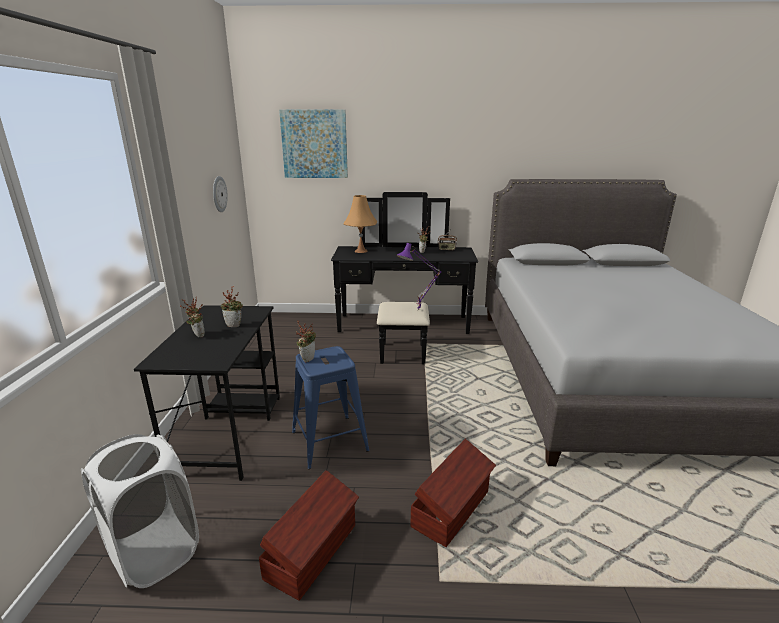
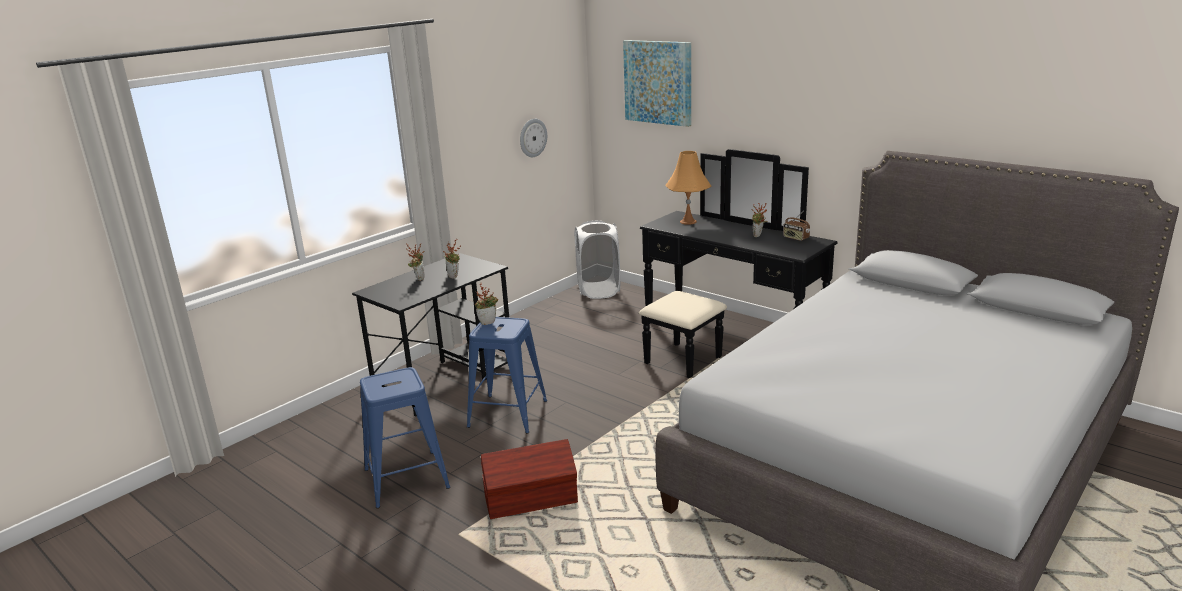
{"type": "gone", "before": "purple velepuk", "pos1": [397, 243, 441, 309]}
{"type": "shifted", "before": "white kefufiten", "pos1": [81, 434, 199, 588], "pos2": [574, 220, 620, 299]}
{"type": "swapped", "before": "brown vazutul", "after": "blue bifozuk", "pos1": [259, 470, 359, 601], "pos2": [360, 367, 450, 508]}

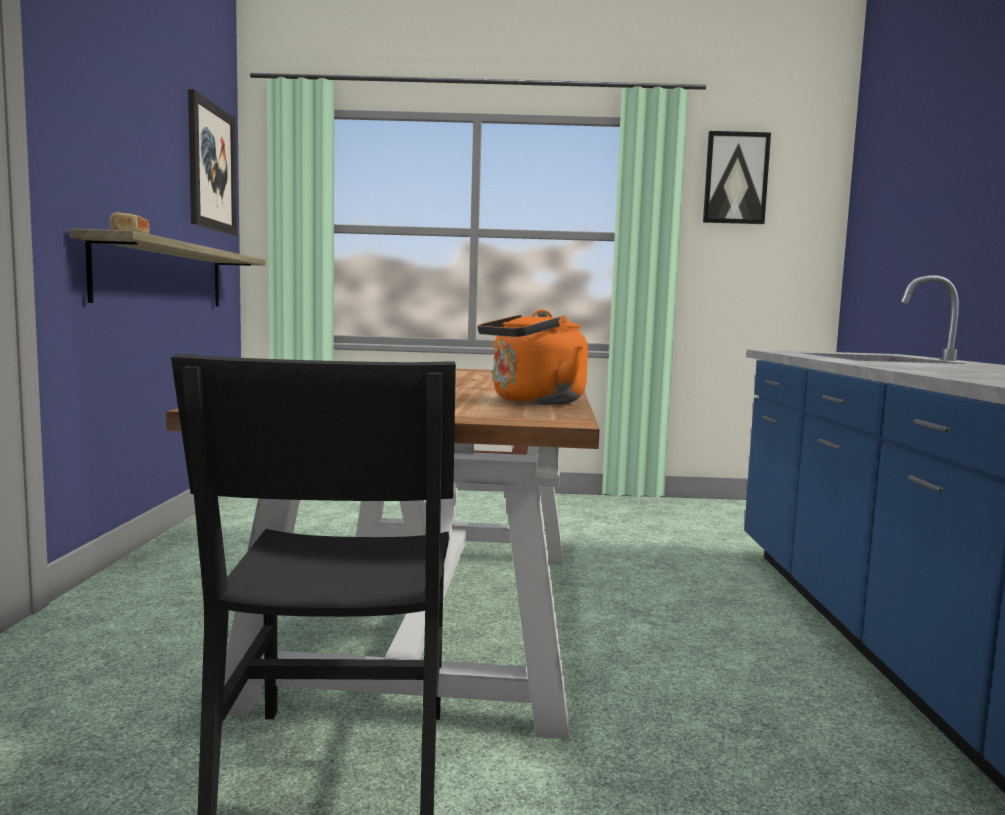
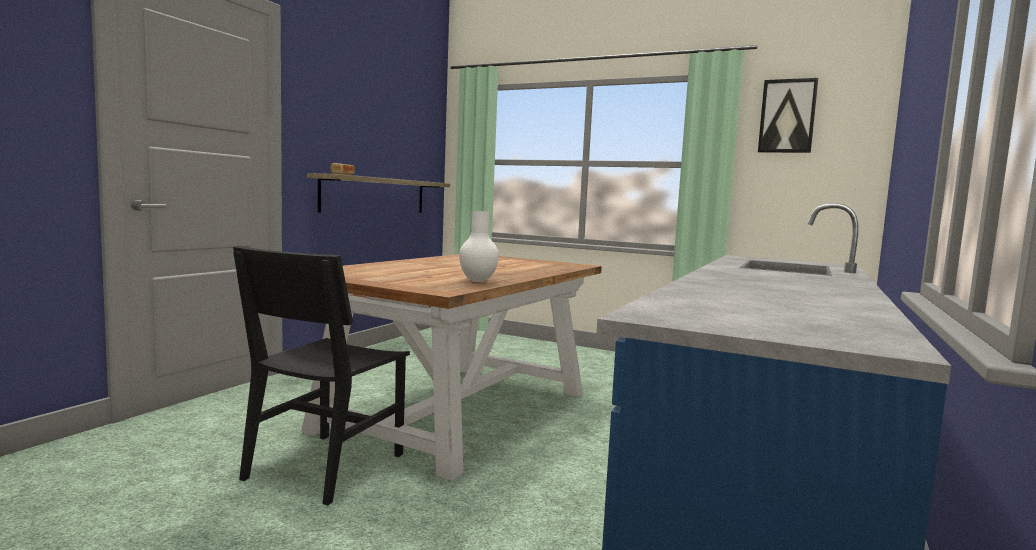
{"type": "gone", "before": "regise", "pos1": [188, 89, 237, 235]}
{"type": "swapped", "before": "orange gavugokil", "after": "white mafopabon", "pos1": [478, 309, 588, 404], "pos2": [459, 211, 499, 282]}

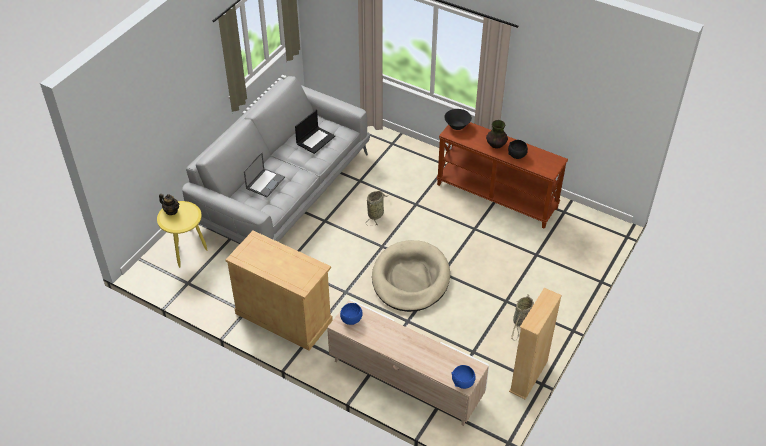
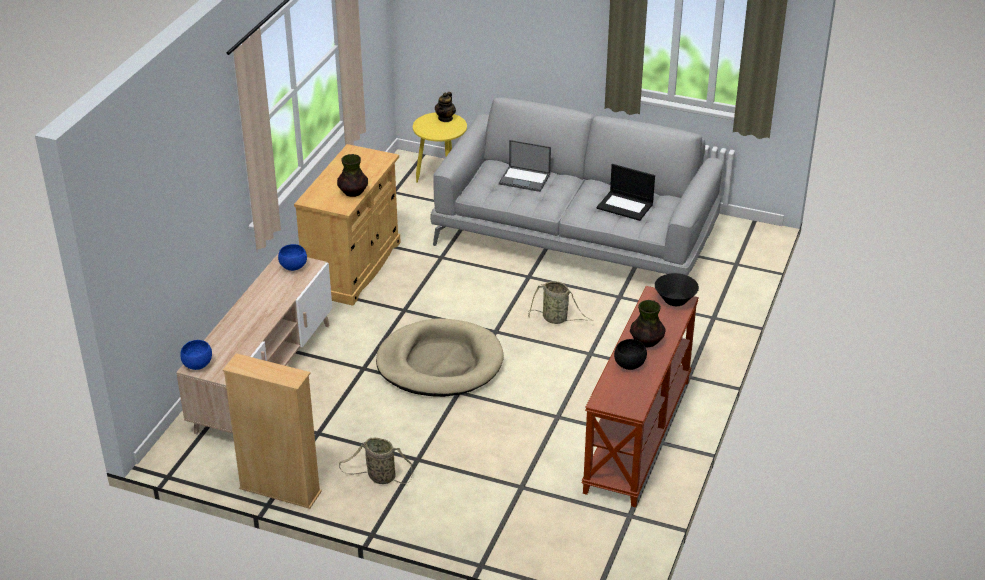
{"type": "new", "after": "mafopabon", "pos2": [337, 154, 368, 197]}

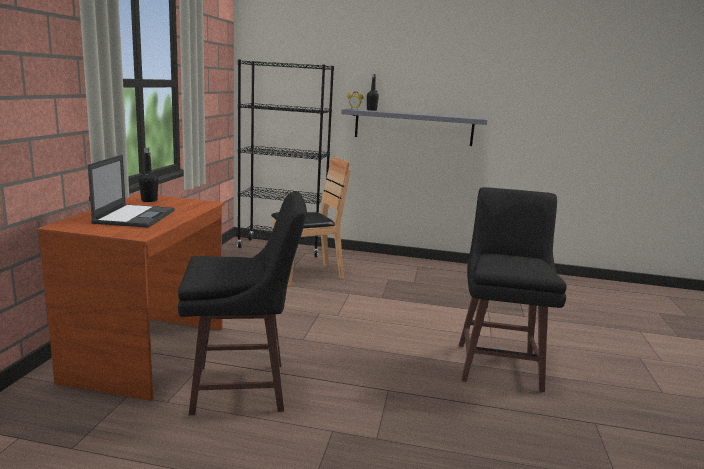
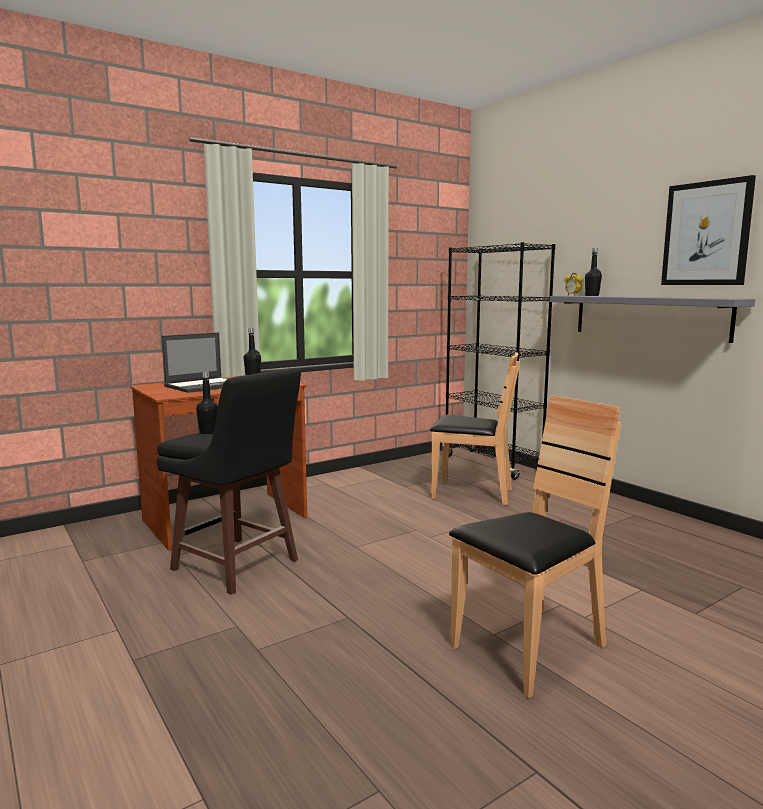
{"type": "swapped", "before": "black bifozuk", "after": "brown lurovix", "pos1": [459, 187, 567, 392], "pos2": [449, 395, 621, 699]}
{"type": "new", "after": "regise", "pos2": [661, 175, 756, 285]}
{"type": "new", "after": "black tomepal", "pos2": [196, 371, 218, 434]}

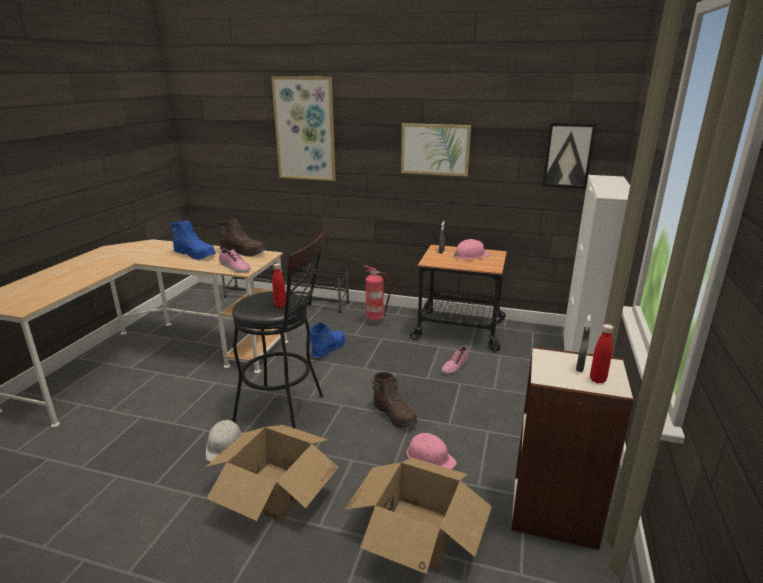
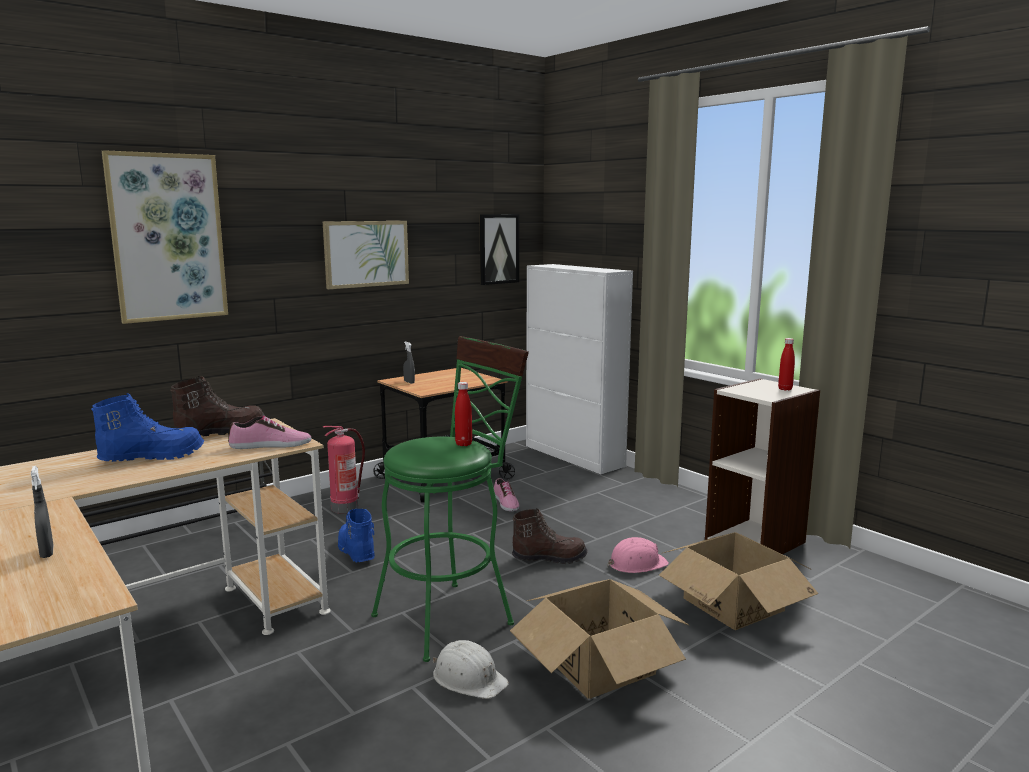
{"type": "repainted", "before": "black bifozuk", "after": "green bifozuk", "pos1": [232, 231, 326, 429], "pos2": [371, 336, 529, 662]}
{"type": "gone", "before": "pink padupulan", "pos1": [454, 239, 490, 259]}
{"type": "shifted", "before": "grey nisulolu", "pos1": [576, 315, 591, 372], "pos2": [31, 466, 54, 558]}

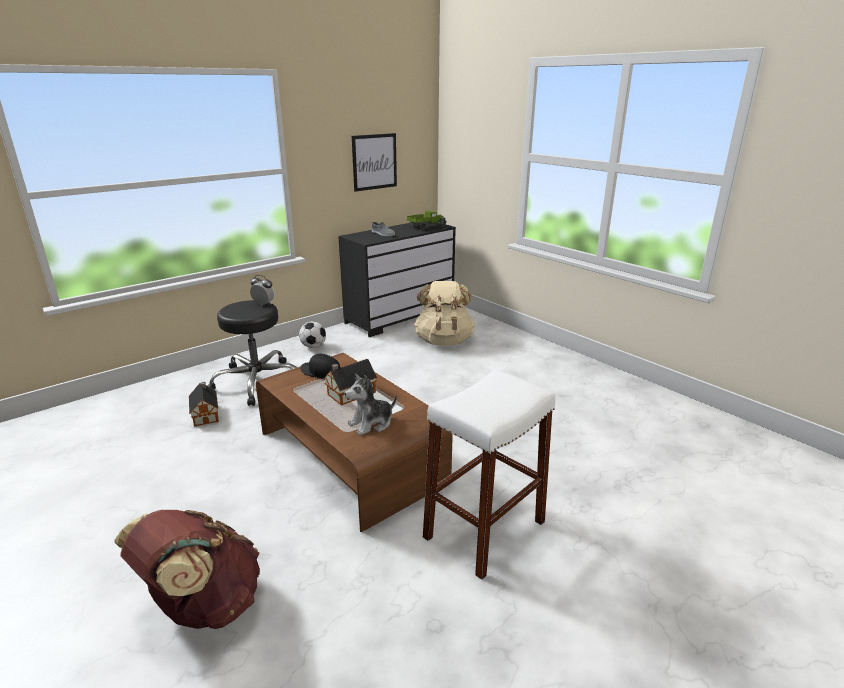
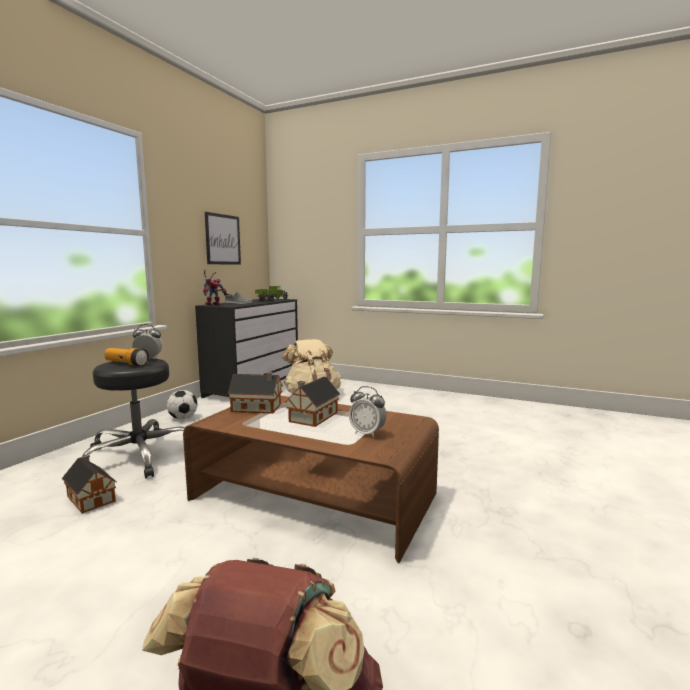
{"type": "swapped", "before": "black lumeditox", "after": "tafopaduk", "pos1": [300, 354, 341, 379], "pos2": [228, 372, 283, 413]}
{"type": "gone", "before": "white bifozuk", "pos1": [423, 370, 555, 580]}
{"type": "swapped", "before": "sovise", "after": "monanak", "pos1": [345, 374, 397, 436], "pos2": [349, 386, 387, 438]}
{"type": "new", "after": "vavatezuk", "pos2": [203, 270, 227, 305]}
{"type": "new", "after": "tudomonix", "pos2": [105, 348, 149, 366]}

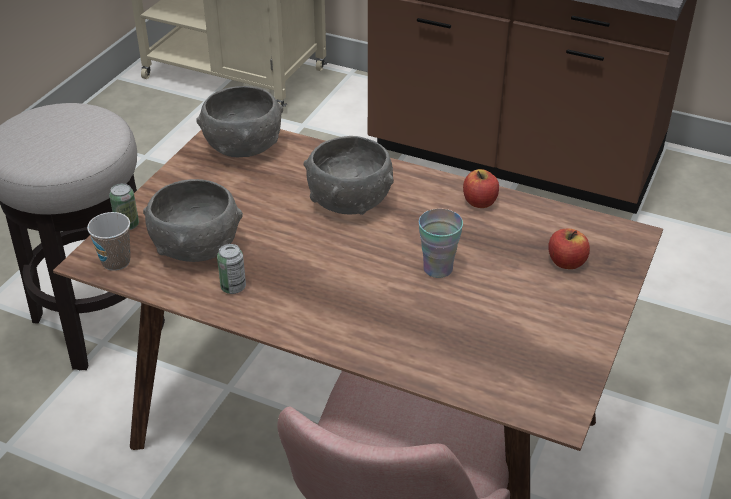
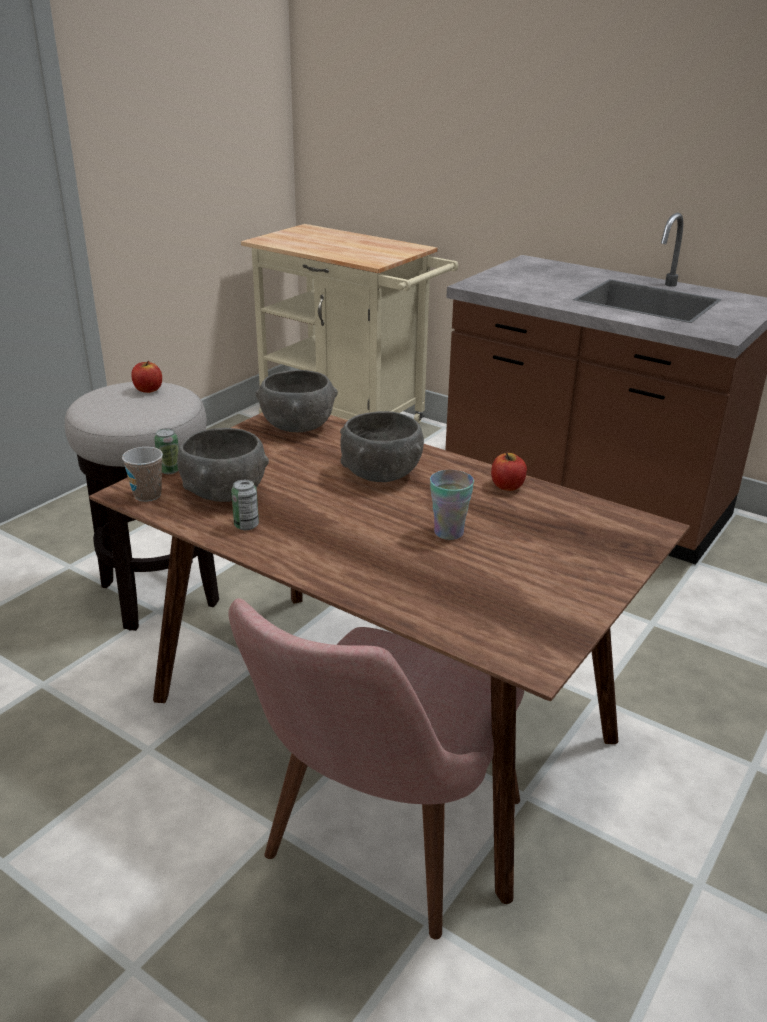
{"type": "shifted", "before": "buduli", "pos1": [548, 229, 590, 269], "pos2": [131, 361, 162, 393]}

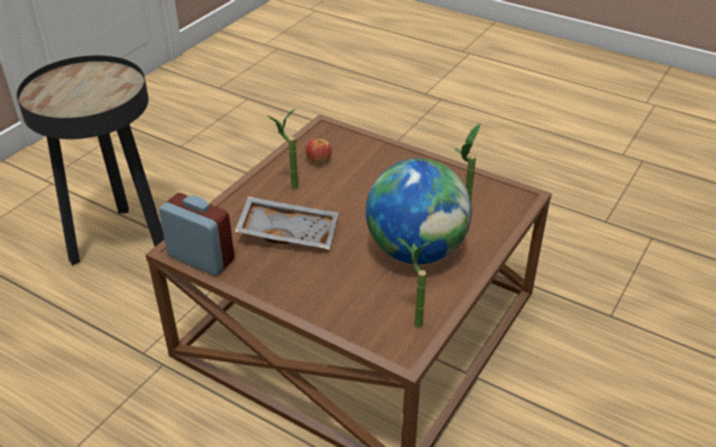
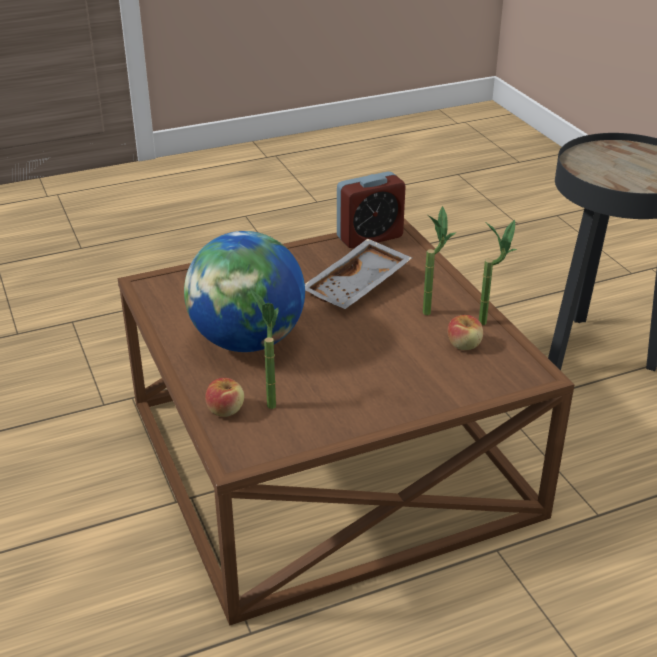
{"type": "shifted", "before": "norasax", "pos1": [396, 237, 430, 328], "pos2": [479, 220, 517, 325]}
{"type": "new", "after": "buduli", "pos2": [205, 378, 244, 417]}

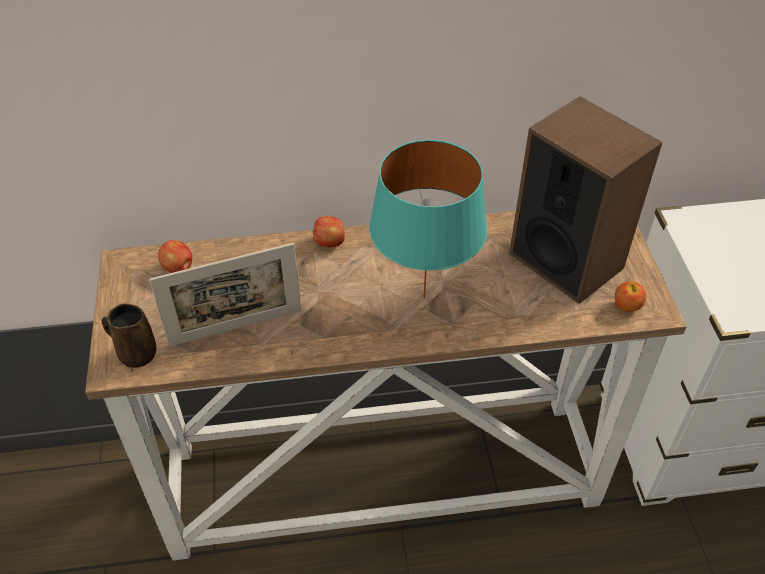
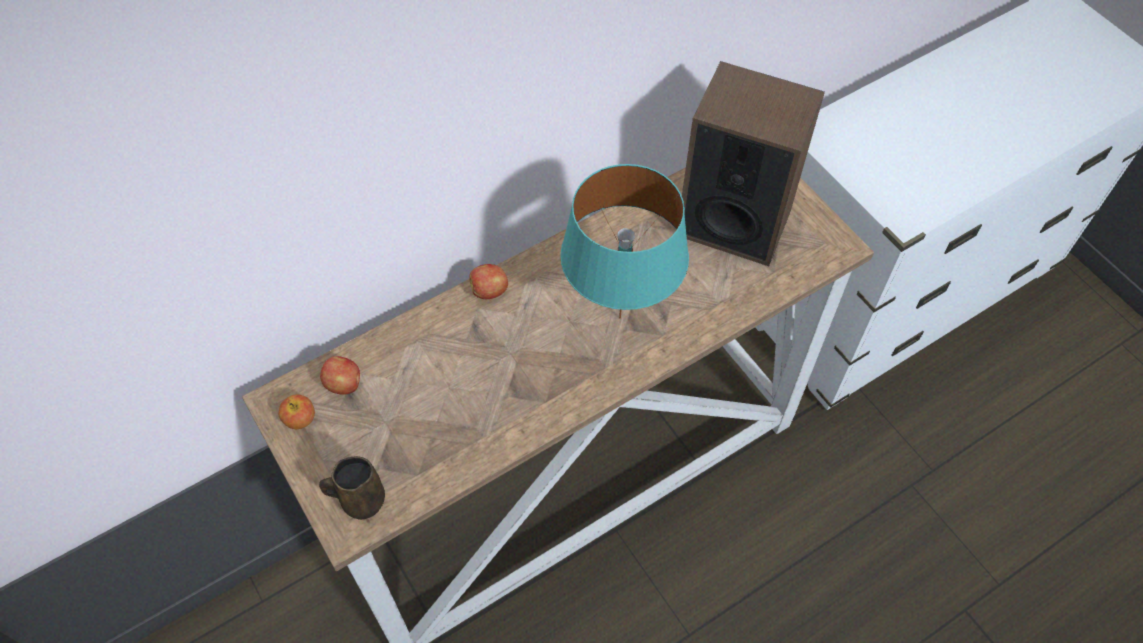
{"type": "gone", "before": "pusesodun", "pos1": [149, 243, 302, 346]}
{"type": "shifted", "before": "buduli", "pos1": [615, 281, 646, 312], "pos2": [278, 394, 315, 429]}

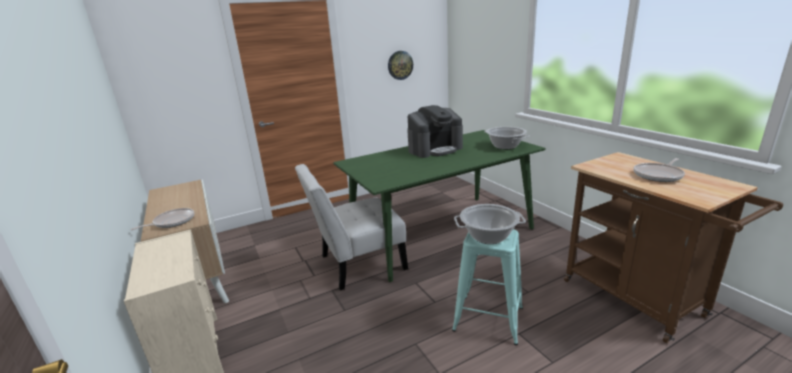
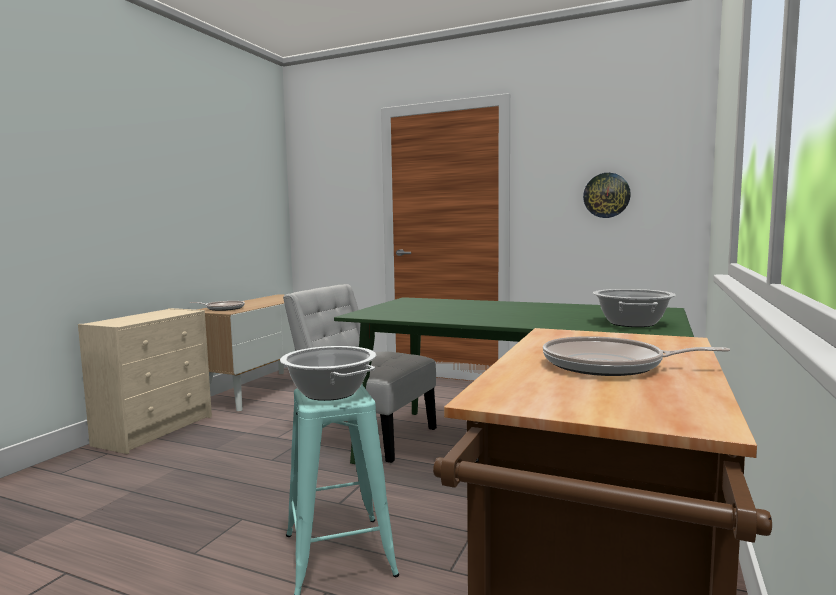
{"type": "gone", "before": "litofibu", "pos1": [407, 105, 463, 158]}

